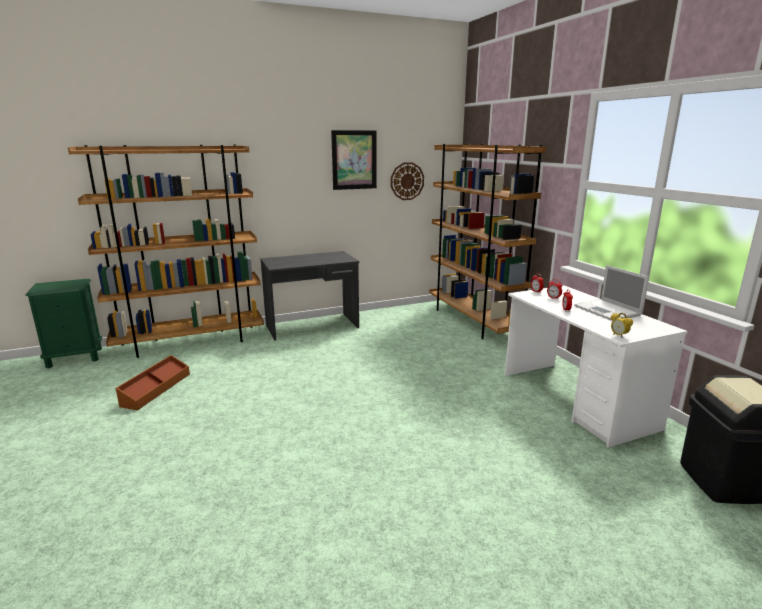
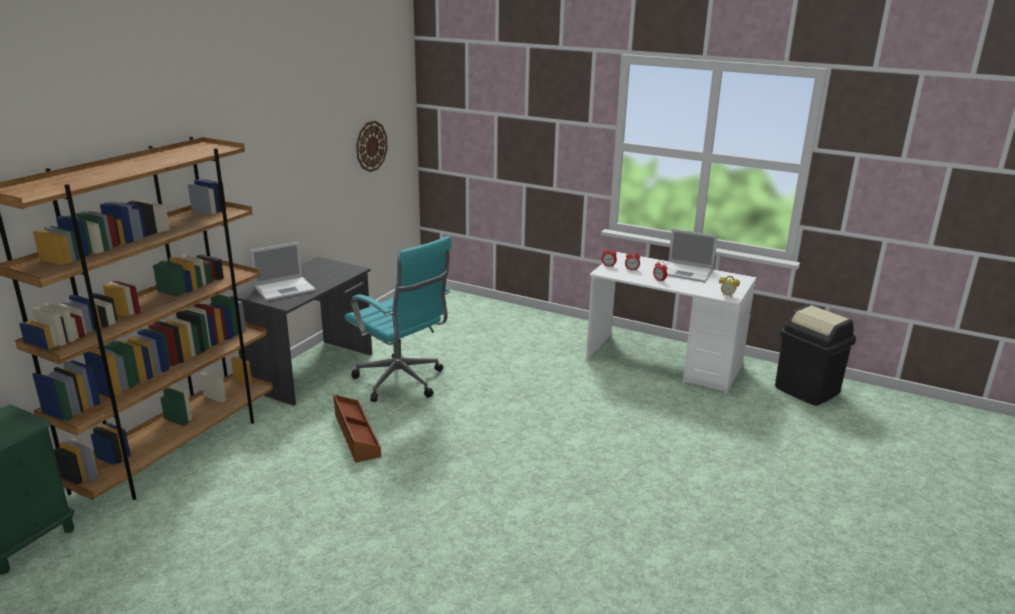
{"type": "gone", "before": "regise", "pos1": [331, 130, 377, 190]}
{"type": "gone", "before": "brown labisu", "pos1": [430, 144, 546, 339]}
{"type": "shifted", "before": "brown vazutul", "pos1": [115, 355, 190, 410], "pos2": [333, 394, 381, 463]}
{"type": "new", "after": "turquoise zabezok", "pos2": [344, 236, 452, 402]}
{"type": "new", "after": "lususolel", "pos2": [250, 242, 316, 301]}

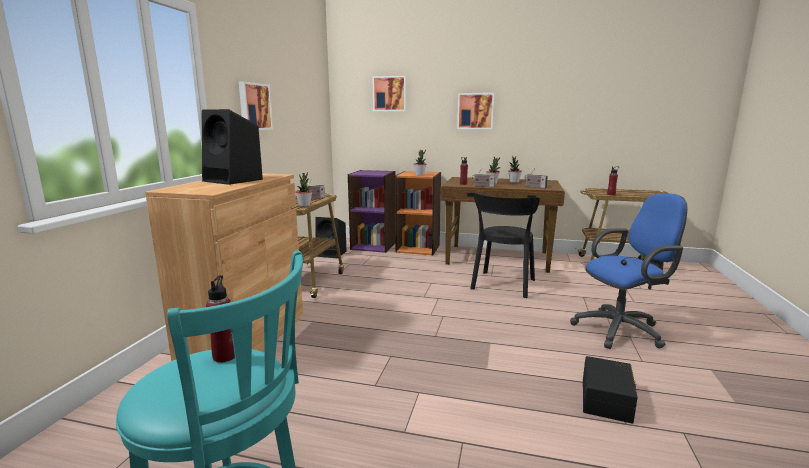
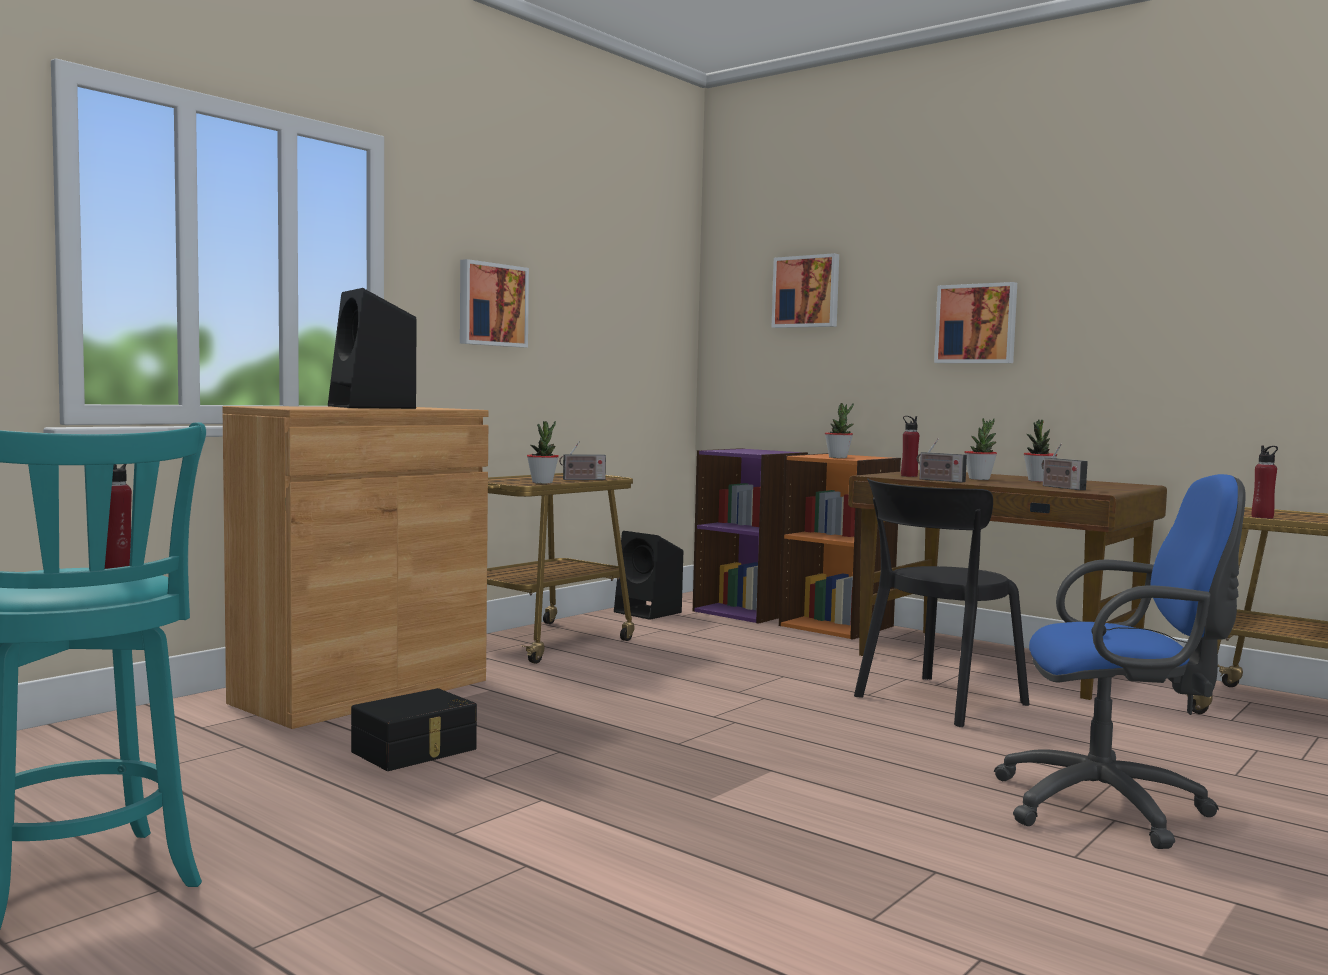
{"type": "shifted", "before": "black vazutul", "pos1": [583, 356, 638, 424], "pos2": [351, 688, 477, 771]}

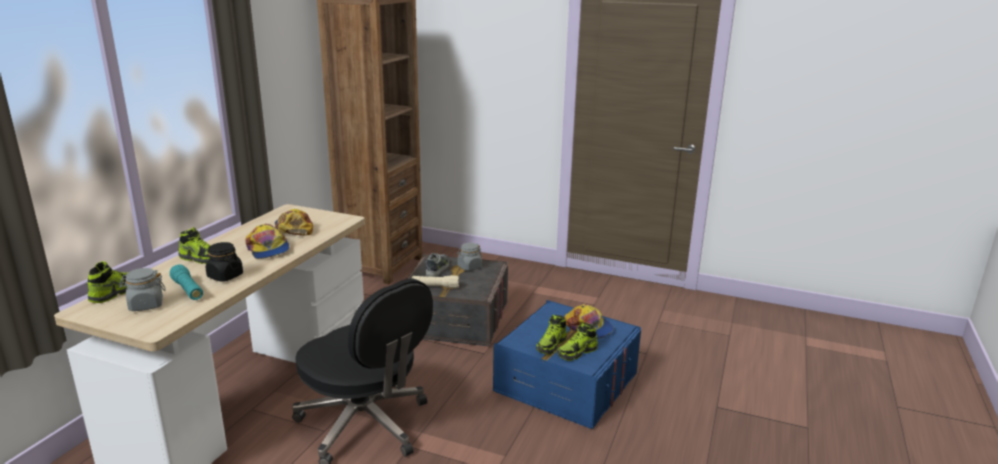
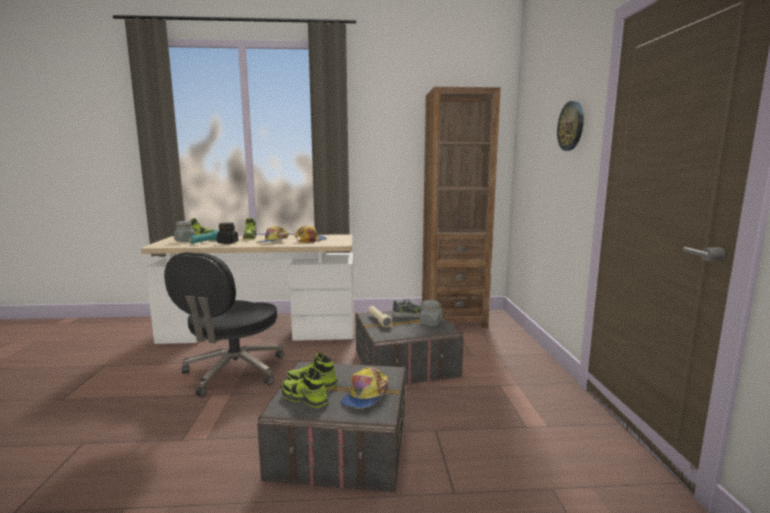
{"type": "repainted", "before": "blue vazutul", "after": "grey vazutul", "pos1": [493, 300, 641, 429], "pos2": [257, 359, 406, 492]}
{"type": "new", "after": "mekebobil", "pos2": [557, 101, 584, 151]}

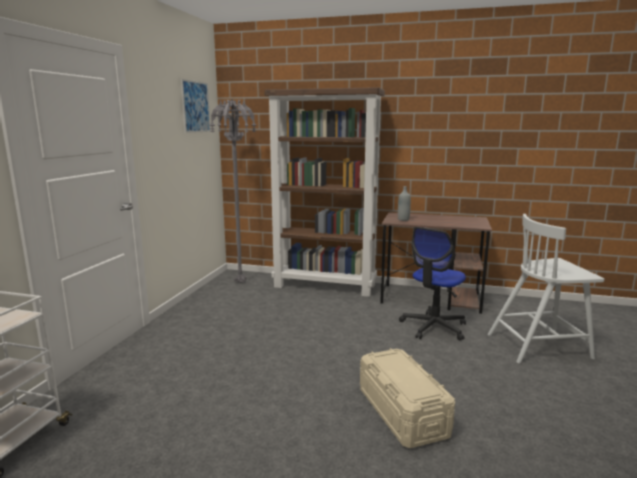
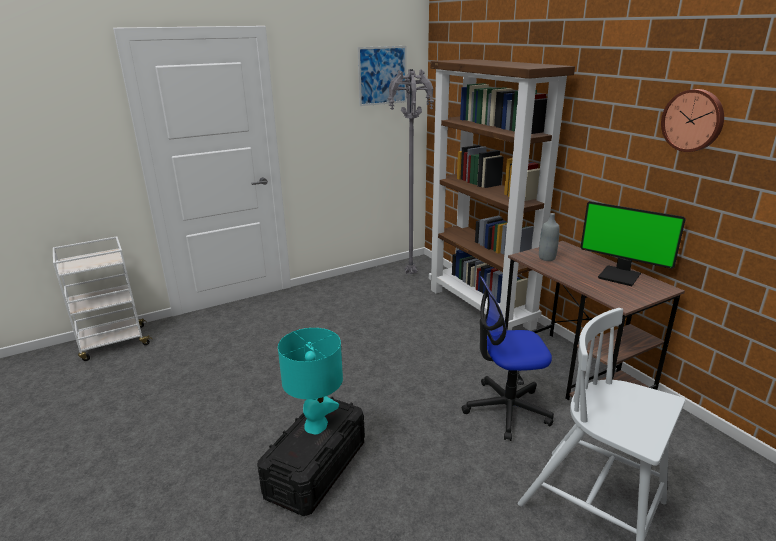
{"type": "repainted", "before": "beige vazutul", "after": "black vazutul", "pos1": [360, 348, 455, 448], "pos2": [257, 397, 365, 516]}
{"type": "new", "after": "mekebobil", "pos2": [661, 89, 724, 152]}
{"type": "new", "after": "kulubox", "pos2": [581, 201, 686, 286]}
{"type": "new", "after": "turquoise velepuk", "pos2": [278, 328, 343, 434]}

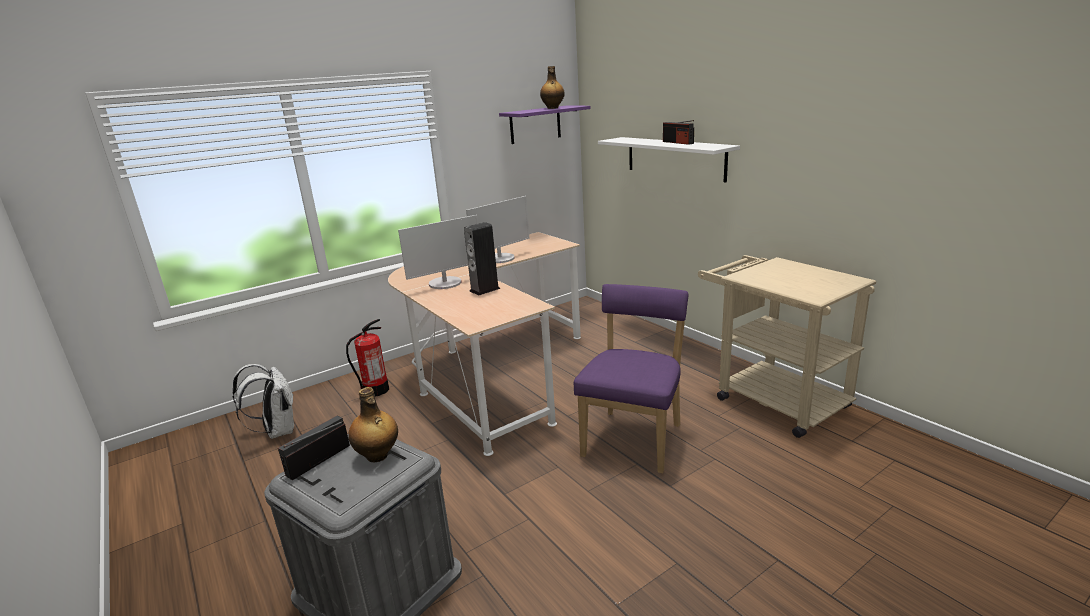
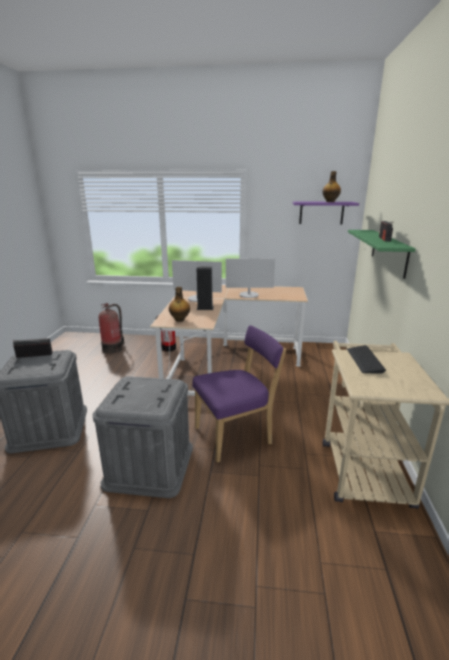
{"type": "repainted", "before": "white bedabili", "after": "green bedabili", "pos1": [598, 137, 740, 183], "pos2": [348, 230, 416, 279]}
{"type": "swapped", "before": "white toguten", "after": "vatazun", "pos1": [233, 364, 294, 439], "pos2": [99, 303, 124, 354]}
{"type": "shifted", "before": "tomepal", "pos1": [348, 387, 398, 462], "pos2": [169, 287, 190, 322]}
{"type": "new", "after": "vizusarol", "pos2": [347, 345, 386, 374]}
{"type": "new", "after": "grey vazutul", "pos2": [93, 376, 193, 498]}

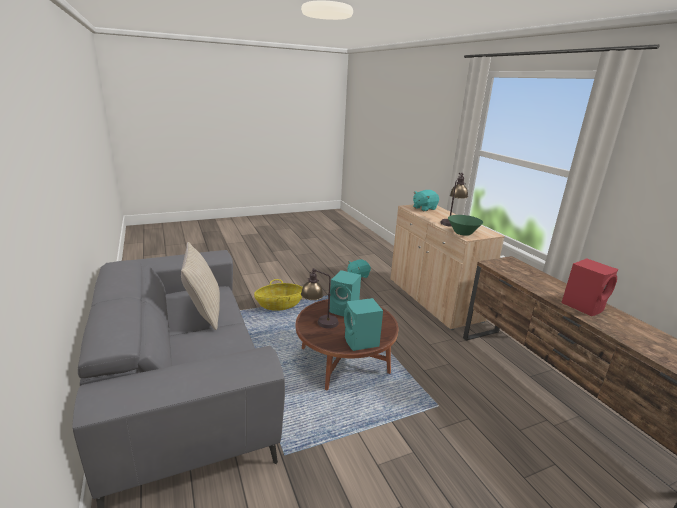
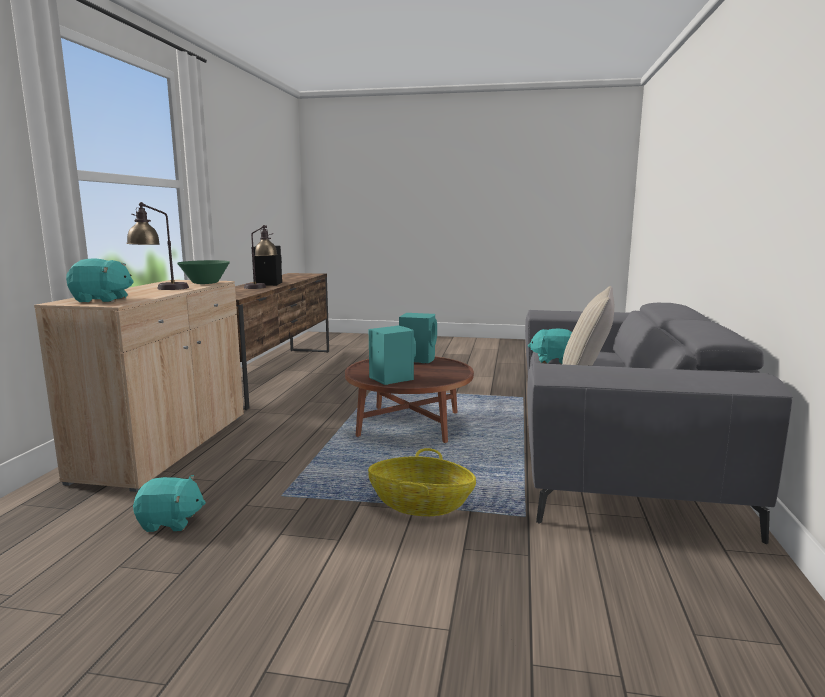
{"type": "repainted", "before": "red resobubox", "after": "black resobubox", "pos1": [561, 258, 618, 316], "pos2": [252, 246, 282, 286]}
{"type": "shifted", "before": "velepuk", "pos1": [301, 268, 339, 329], "pos2": [244, 225, 278, 289]}
{"type": "new", "after": "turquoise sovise", "pos2": [528, 329, 572, 364]}

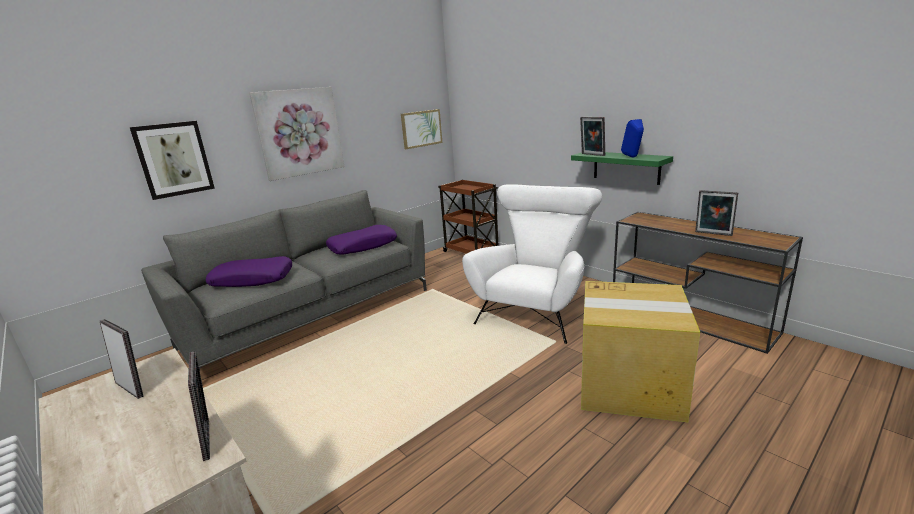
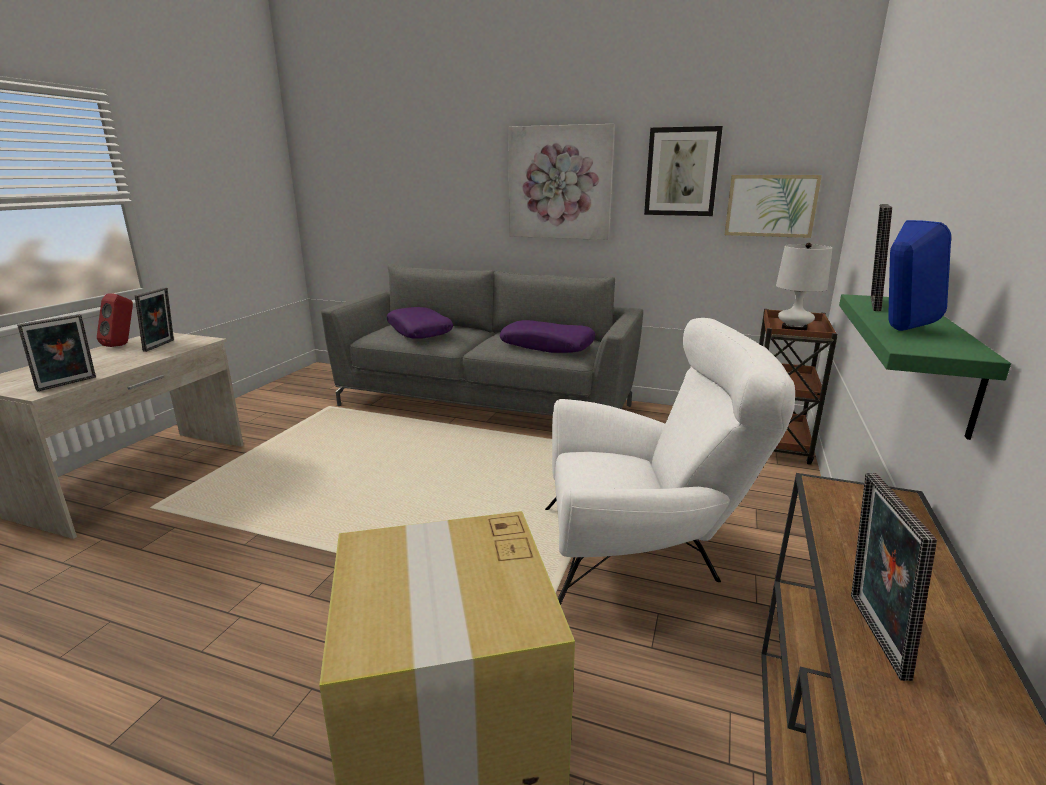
{"type": "shifted", "before": "regise", "pos1": [130, 121, 215, 200], "pos2": [644, 126, 723, 216]}
{"type": "new", "after": "white velepuk", "pos2": [776, 243, 832, 331]}
{"type": "new", "after": "red resobubox", "pos2": [97, 293, 133, 347]}

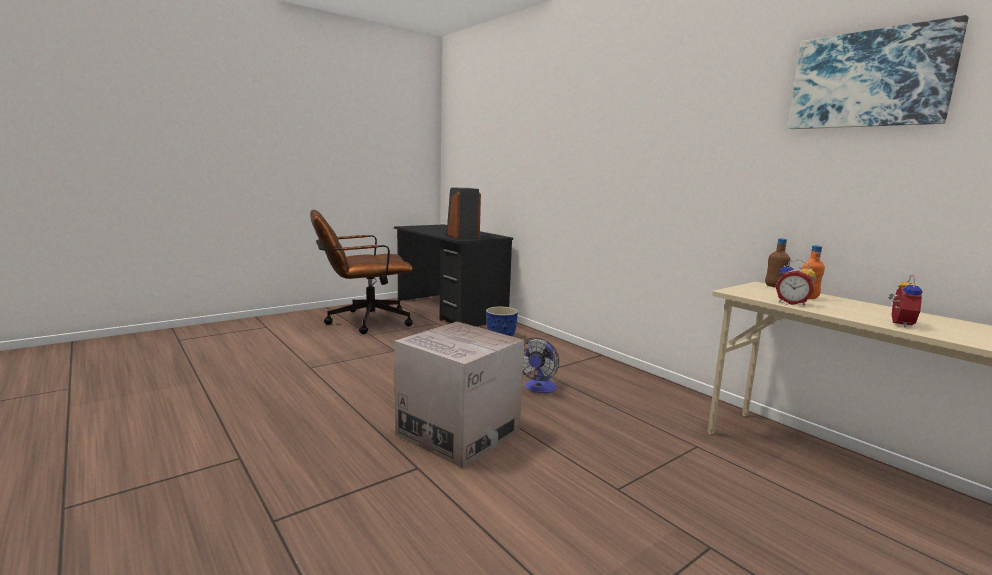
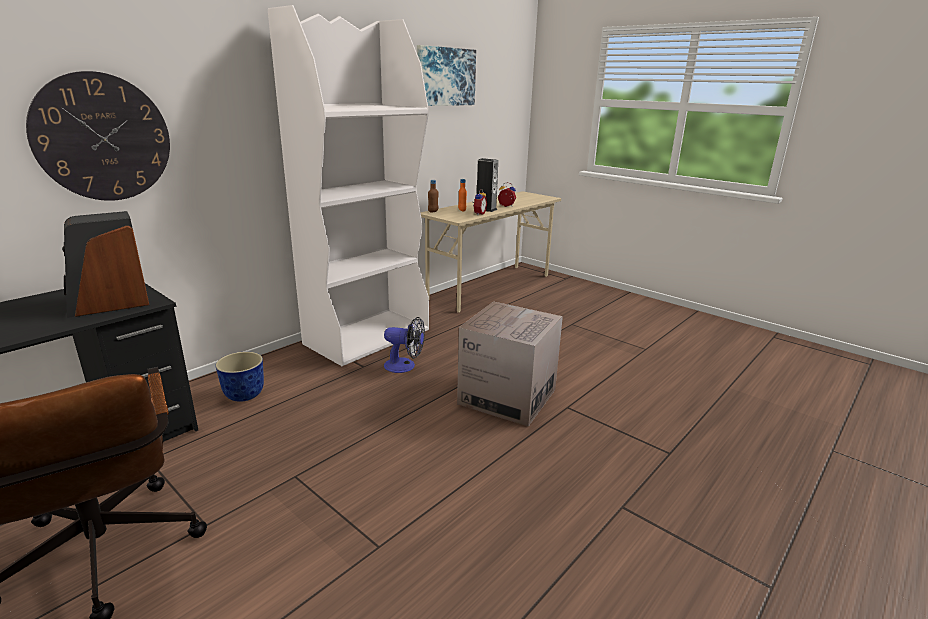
{"type": "new", "after": "white labisu", "pos2": [268, 5, 429, 366]}
{"type": "new", "after": "mekebobil", "pos2": [26, 71, 170, 201]}
{"type": "new", "after": "resobubox", "pos2": [477, 158, 498, 212]}

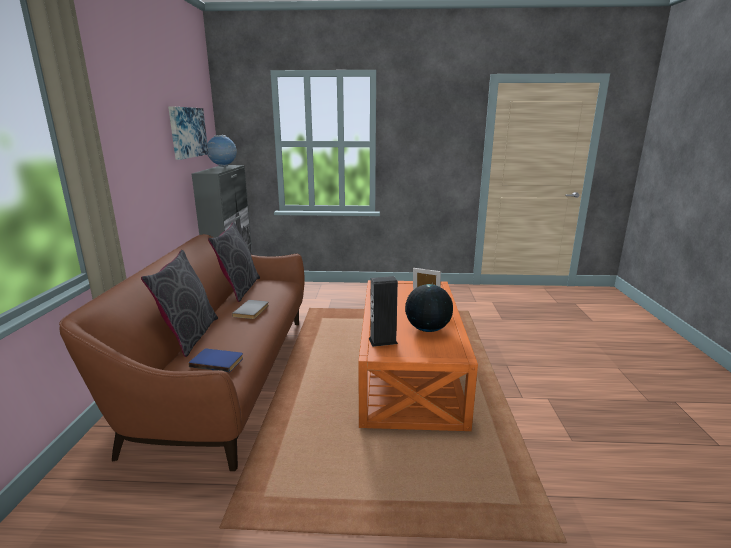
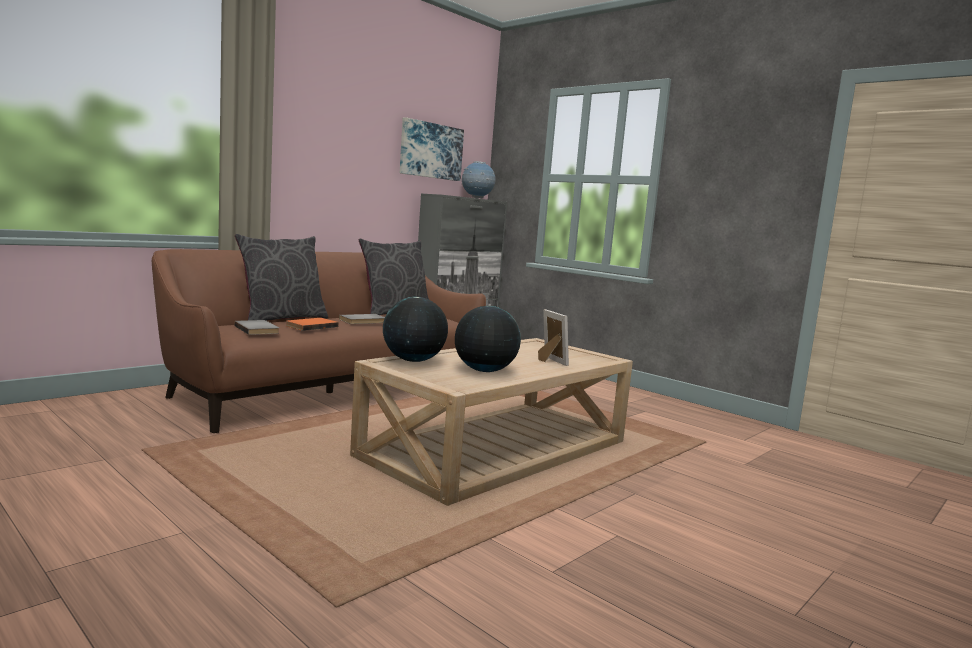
{"type": "swapped", "before": "resobubox", "after": "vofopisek", "pos1": [369, 276, 398, 347], "pos2": [383, 297, 448, 362]}
{"type": "repainted", "before": "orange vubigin", "after": "beige vubigin", "pos1": [358, 280, 478, 431], "pos2": [350, 338, 633, 506]}
{"type": "repainted", "before": "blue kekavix", "after": "grey kekavix", "pos1": [188, 349, 243, 372], "pos2": [234, 320, 279, 335]}
{"type": "new", "after": "orange kekavix", "pos2": [286, 318, 339, 331]}

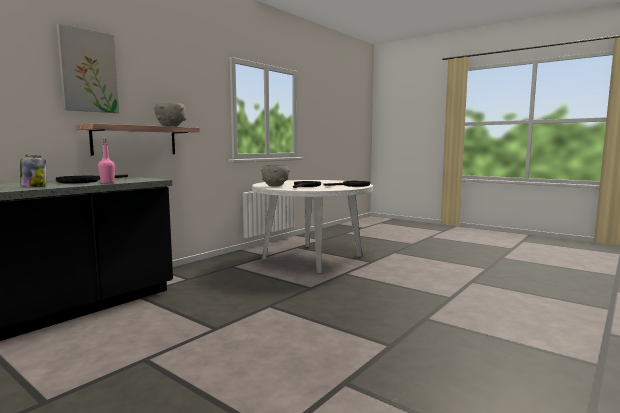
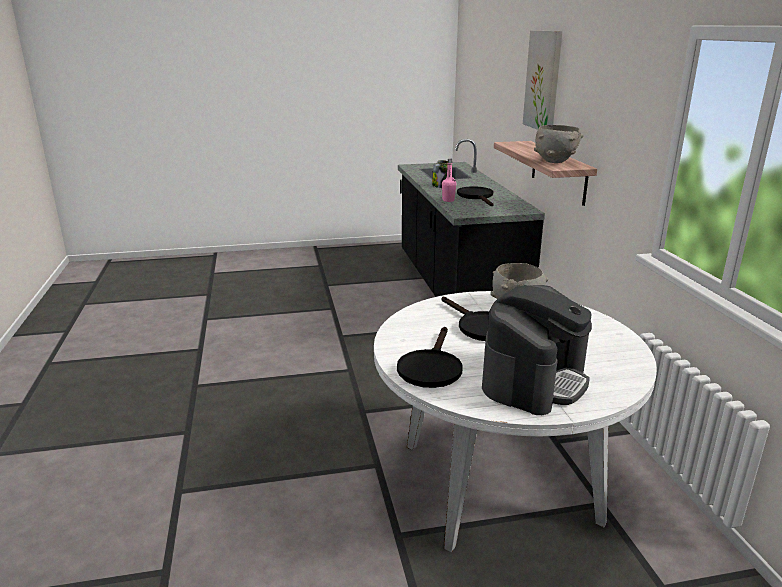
{"type": "new", "after": "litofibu", "pos2": [482, 285, 592, 415]}

